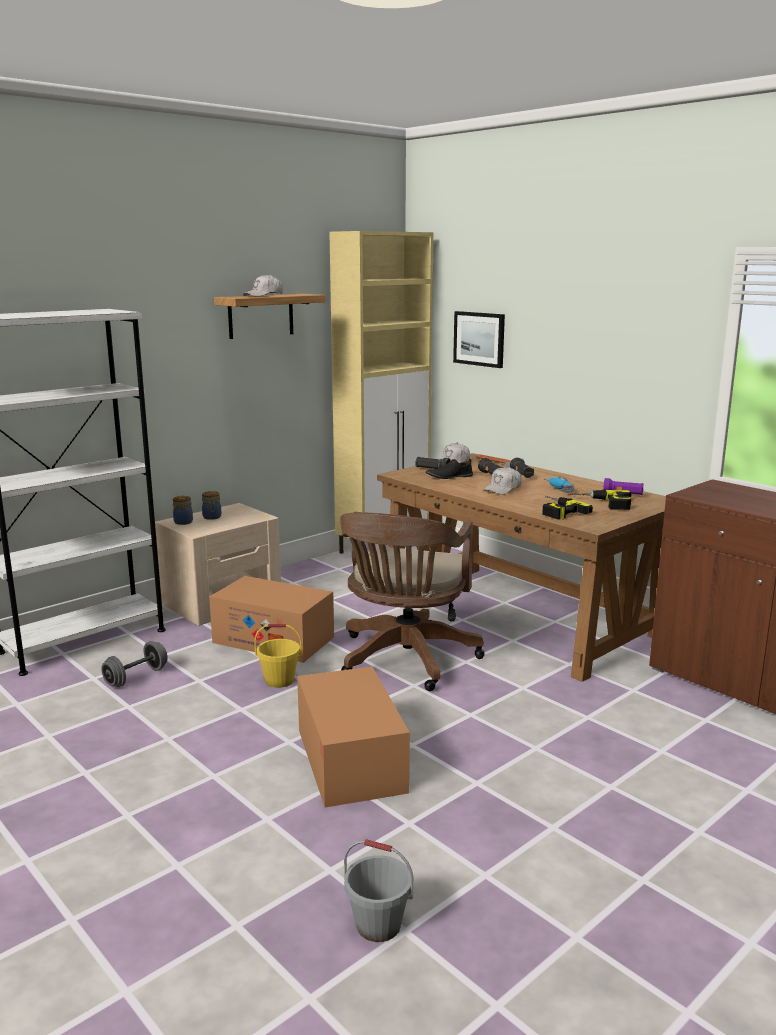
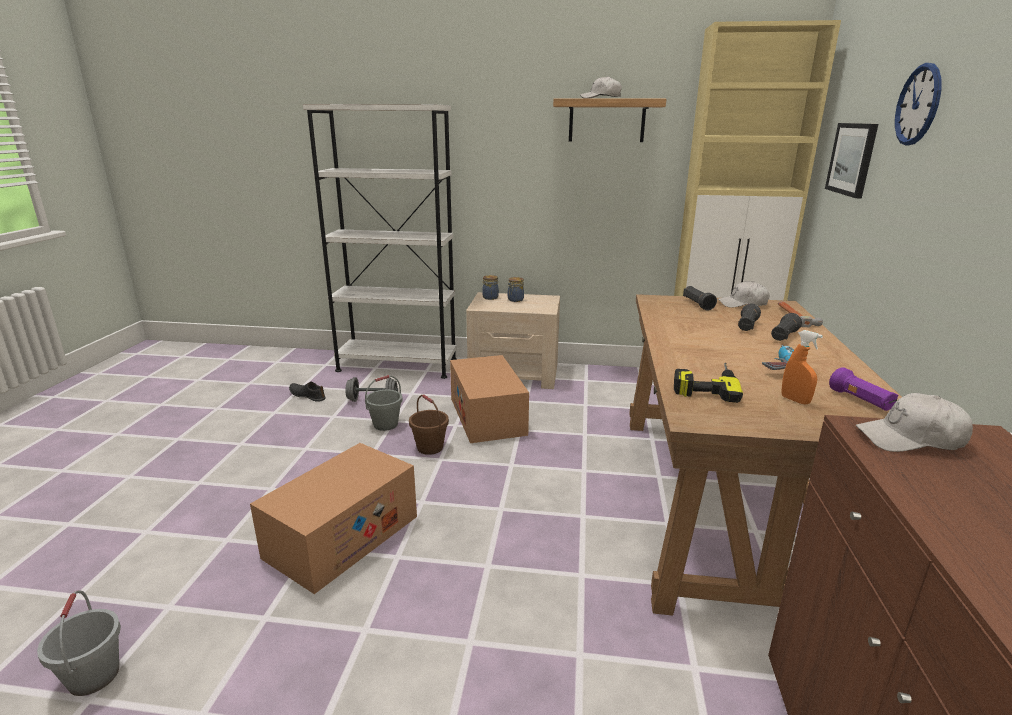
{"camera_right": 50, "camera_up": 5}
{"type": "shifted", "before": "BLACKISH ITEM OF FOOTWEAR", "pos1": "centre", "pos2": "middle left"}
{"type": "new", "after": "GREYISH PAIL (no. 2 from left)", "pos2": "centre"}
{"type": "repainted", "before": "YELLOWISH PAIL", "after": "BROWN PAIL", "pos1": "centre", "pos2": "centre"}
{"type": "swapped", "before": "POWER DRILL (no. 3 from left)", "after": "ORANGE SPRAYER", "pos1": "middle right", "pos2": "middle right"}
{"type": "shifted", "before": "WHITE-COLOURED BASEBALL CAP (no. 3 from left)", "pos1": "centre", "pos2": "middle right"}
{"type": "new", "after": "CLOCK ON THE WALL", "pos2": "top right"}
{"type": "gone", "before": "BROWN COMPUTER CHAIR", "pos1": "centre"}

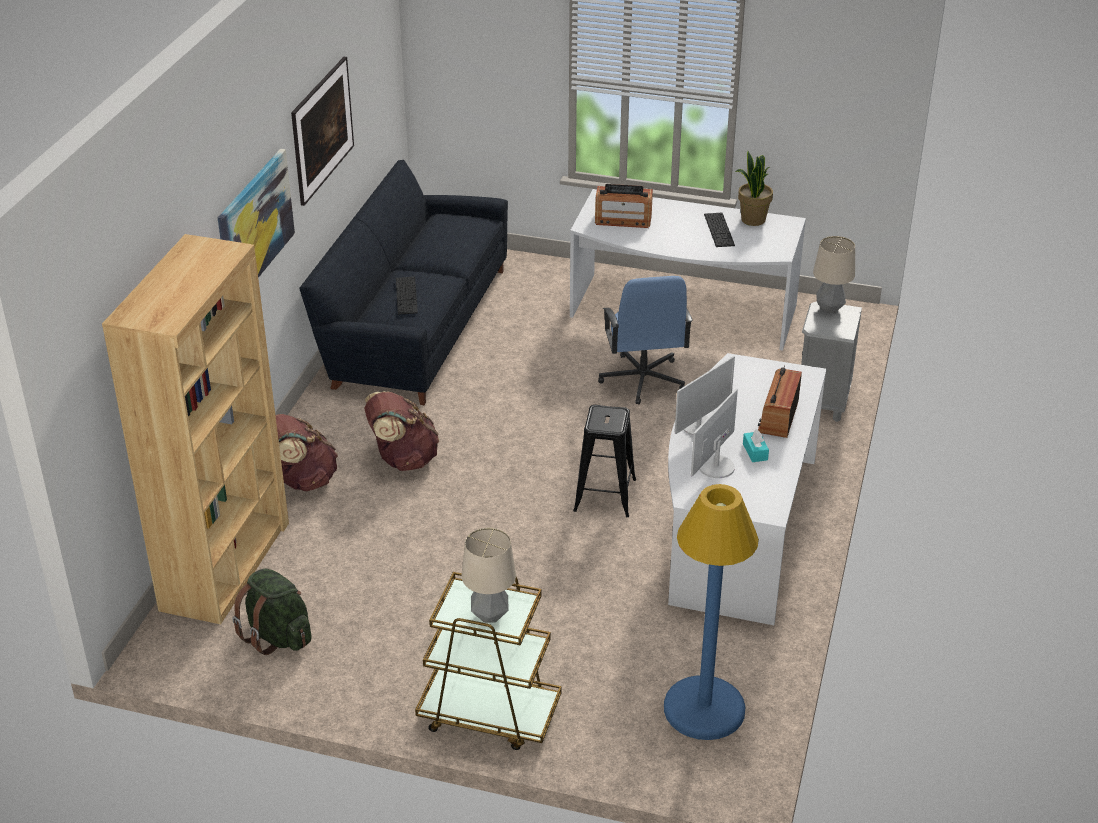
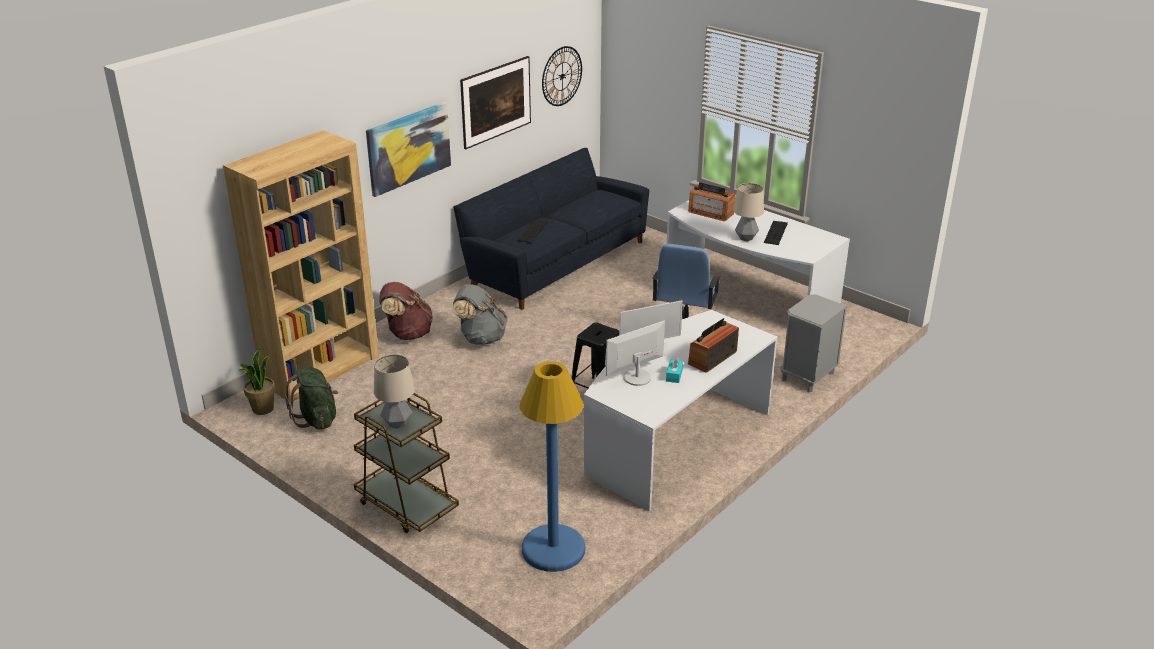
{"camera_right": 25, "camera_up": -5}
{"type": "shifted", "before": "HOUSEPLANT", "pos1": "top right", "pos2": "middle left"}
{"type": "repainted", "before": "BROWN RUCKSACK (no. 2 from left)", "after": "GREYISH RUCKSACK", "pos1": "centre", "pos2": "centre"}
{"type": "new", "after": "CLOCK ON THE WALL", "pos2": "top centre"}
{"type": "shifted", "before": "TABLETOP LAMP (no. 2 from left)", "pos1": "top right", "pos2": "top centre"}

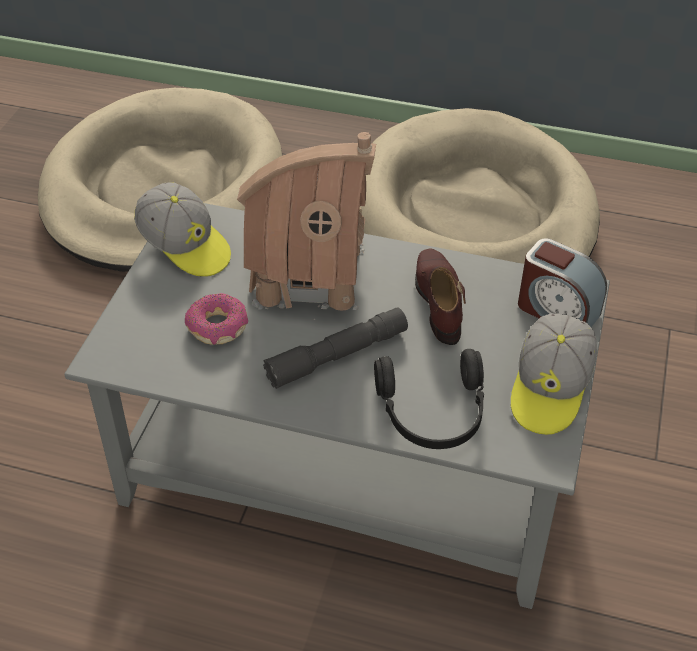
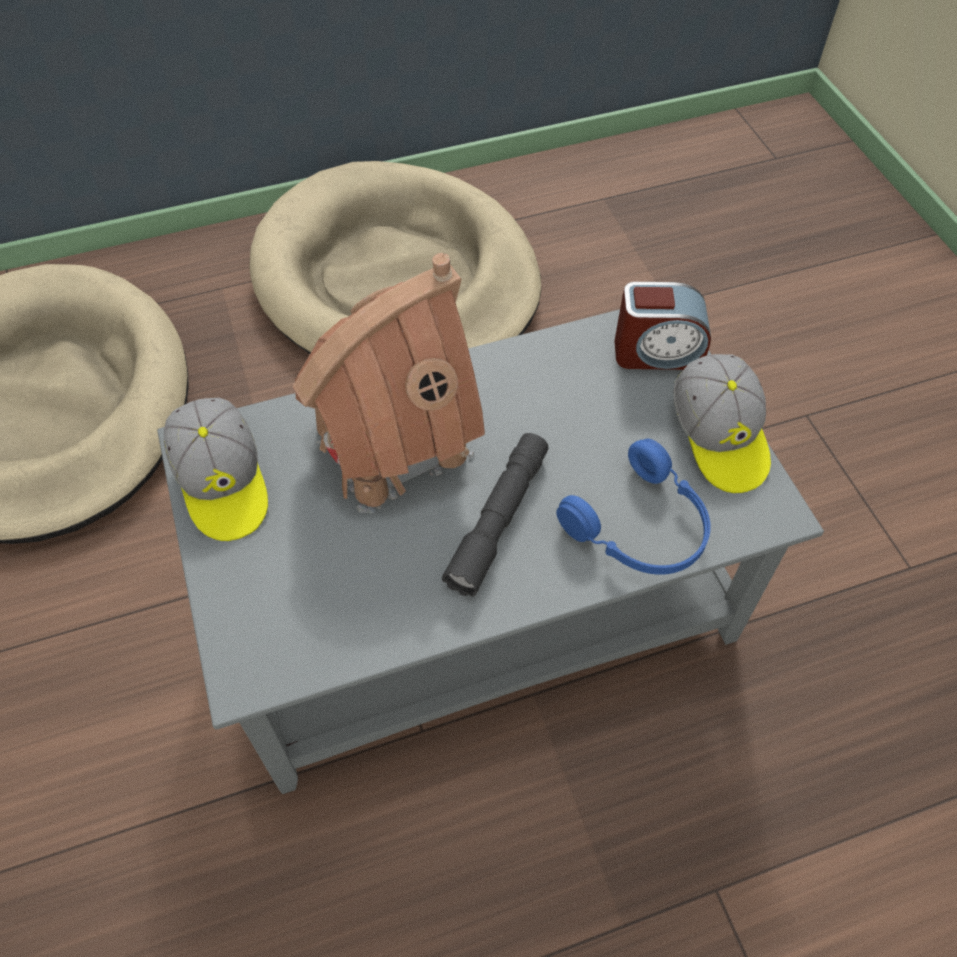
{"camera_right": -35, "camera_up": 10}
{"type": "rotated", "before": "BASEBALL CAP (no. 1 from left)", "pos1": "middle left", "pos2": "middle left", "turn": 60}
{"type": "repainted", "before": "BLACKISH PAIR OF HEADPHONES", "after": "BLUE-COLOURED PAIR OF HEADPHONES", "pos1": "centre", "pos2": "centre"}
{"type": "gone", "before": "DOUGHNUT", "pos1": "middle left"}
{"type": "gone", "before": "BROWN ITEM OF FOOTWEAR", "pos1": "centre"}

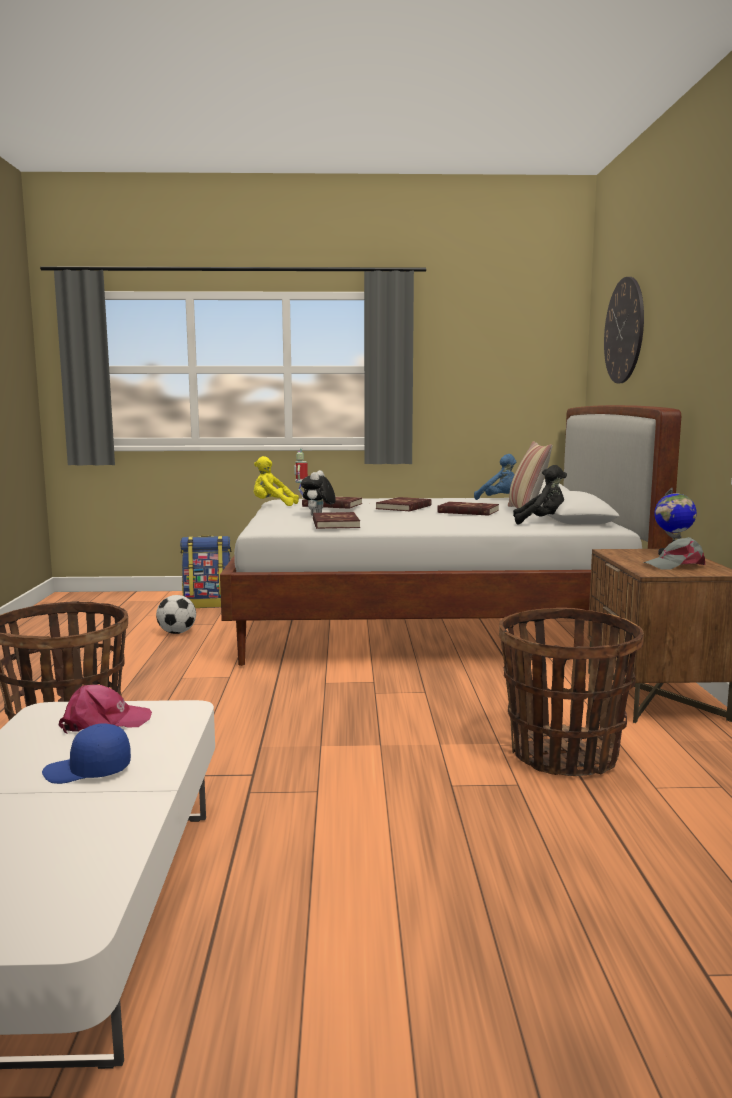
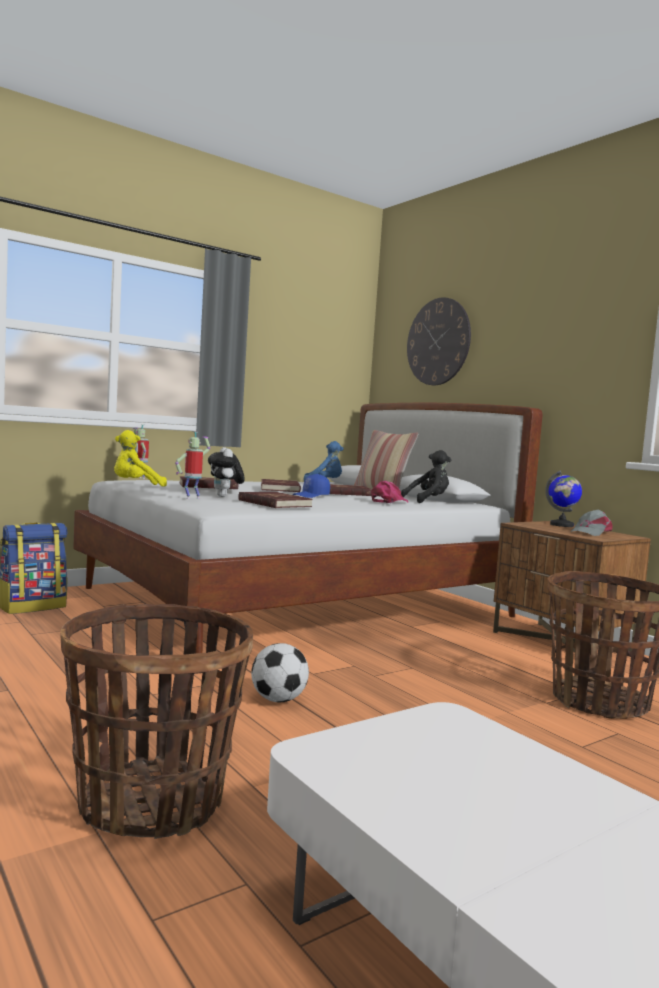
{"camera_right": -35, "camera_up": -5}
{"type": "new", "after": "TOY ROBOT (no. 2 from left)", "pos2": "middle left"}
{"type": "shifted", "before": "BALL FOR FOOTBALL", "pos1": "middle left", "pos2": "bottom centre"}
{"type": "shifted", "before": "BLUE-COLOURED BASEBALL CAP", "pos1": "bottom left", "pos2": "centre"}
{"type": "shifted", "before": "PINK-COLOURED BASEBALL CAP", "pos1": "middle left", "pos2": "centre"}

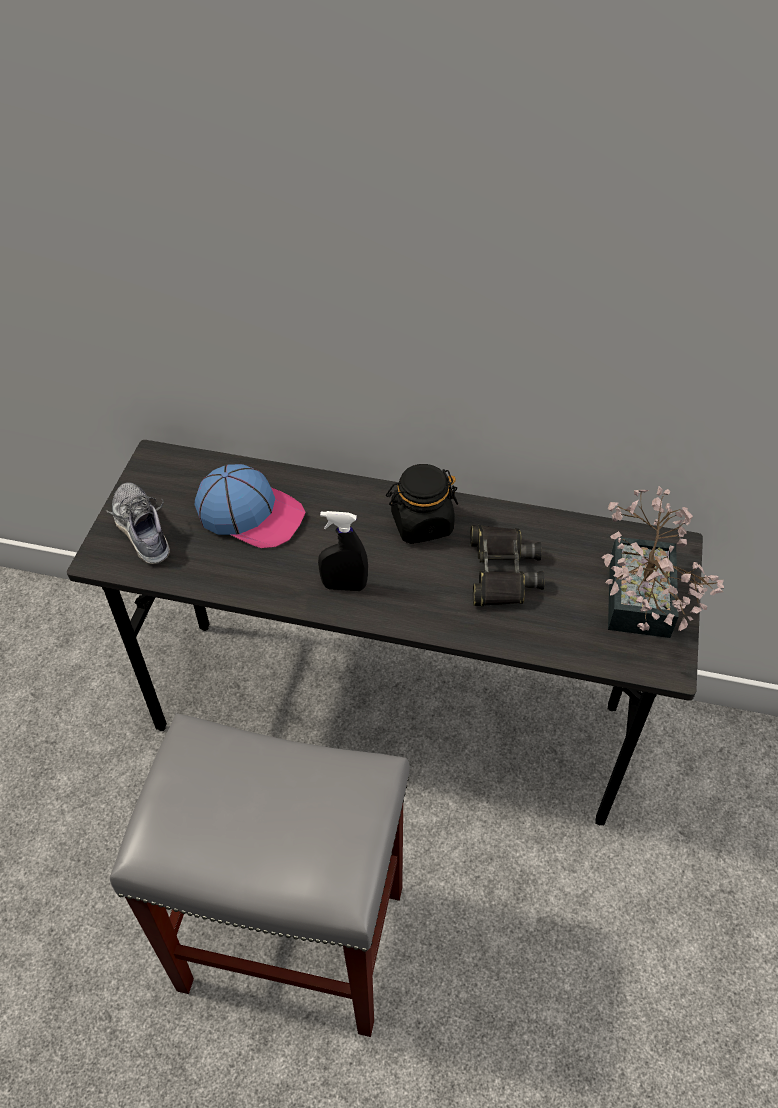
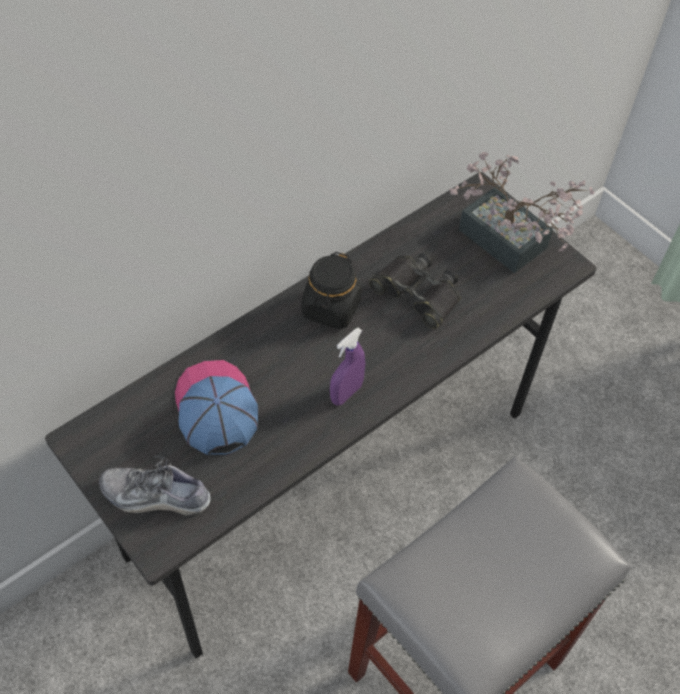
{"camera_right": -55, "camera_up": 5}
{"type": "rotated", "before": "BASEBALL CAP", "pos1": "middle left", "pos2": "middle left", "turn": -75}
{"type": "repainted", "before": "BLACKISH SPRAYER", "after": "PURPLE-COLOURED SPRAYER", "pos1": "centre", "pos2": "centre"}

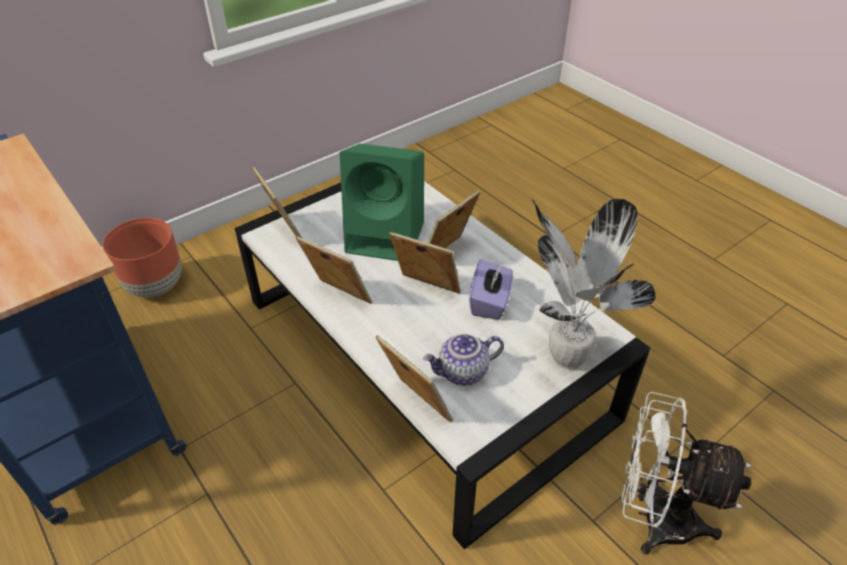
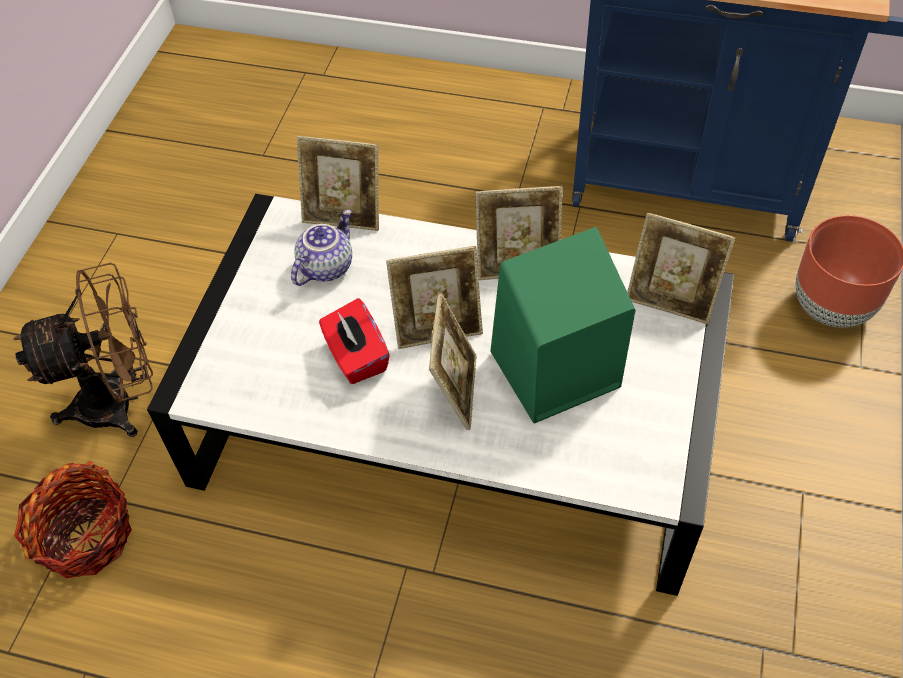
{"camera_right": 145, "camera_up": 10}
{"type": "repainted", "before": "WHITE-COLOURED ELECTRIC FAN", "after": "BROWN ELECTRIC FAN", "pos1": "bottom right", "pos2": "middle left"}
{"type": "new", "after": "BASKET", "pos2": "bottom left"}
{"type": "repainted", "before": "PURPLE-COLOURED TISSUE HOLDER", "after": "RED TISSUE HOLDER", "pos1": "centre", "pos2": "centre"}
{"type": "gone", "before": "HOUSEPLANT", "pos1": "middle right"}

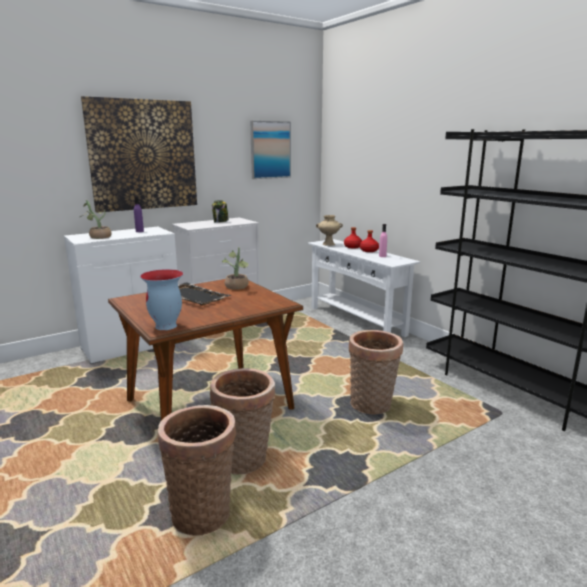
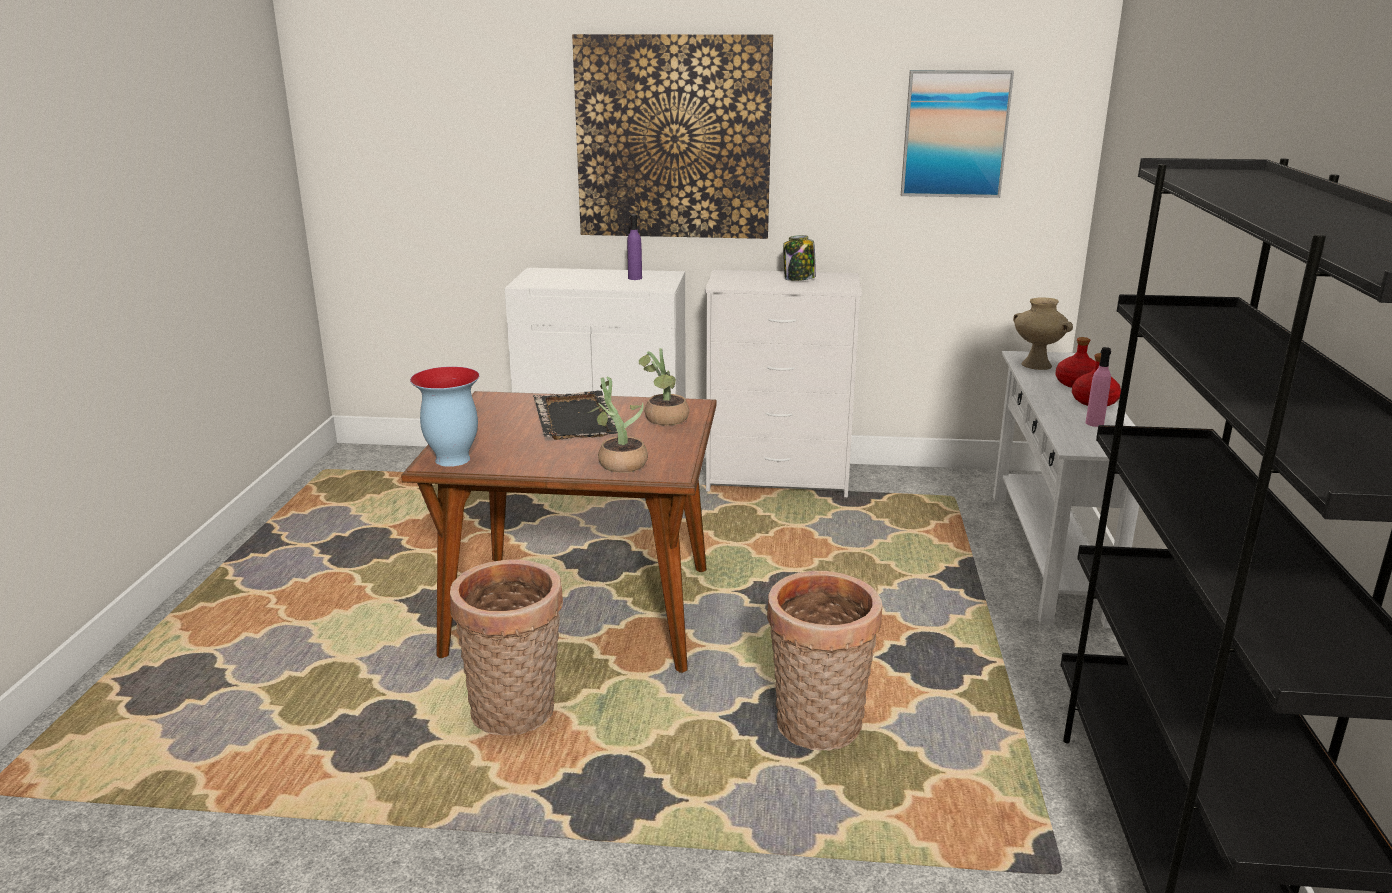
{"camera_right": 40, "camera_up": 5}
{"type": "shifted", "before": "HOUSEPLANT (no. 1 from left)", "pos1": "middle left", "pos2": "centre"}
{"type": "gone", "before": "BASKET (no. 1 from left)", "pos1": "bottom centre"}

